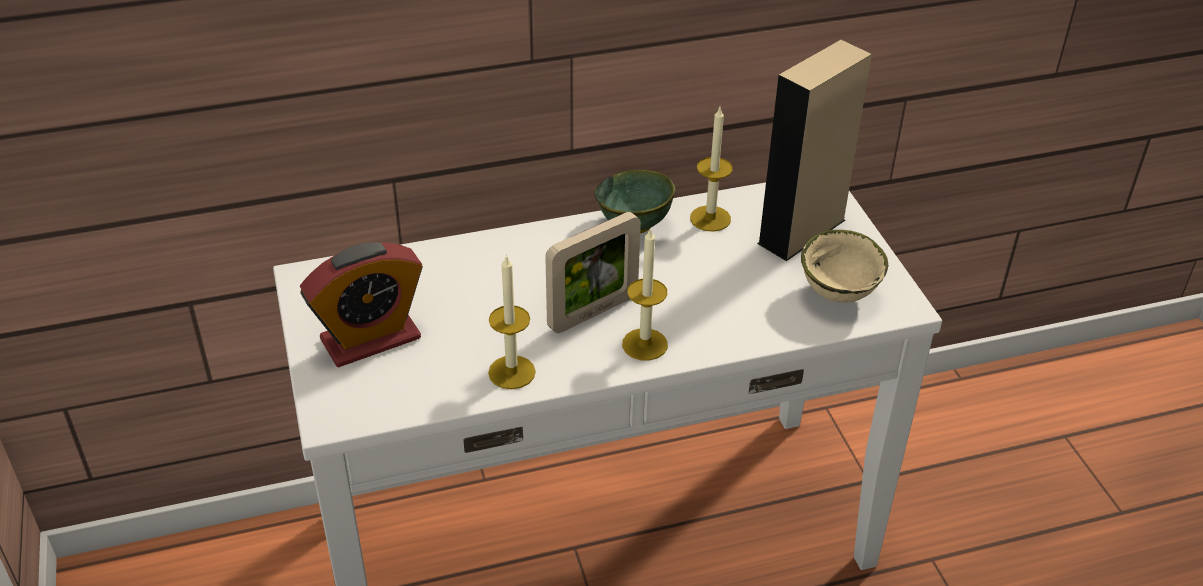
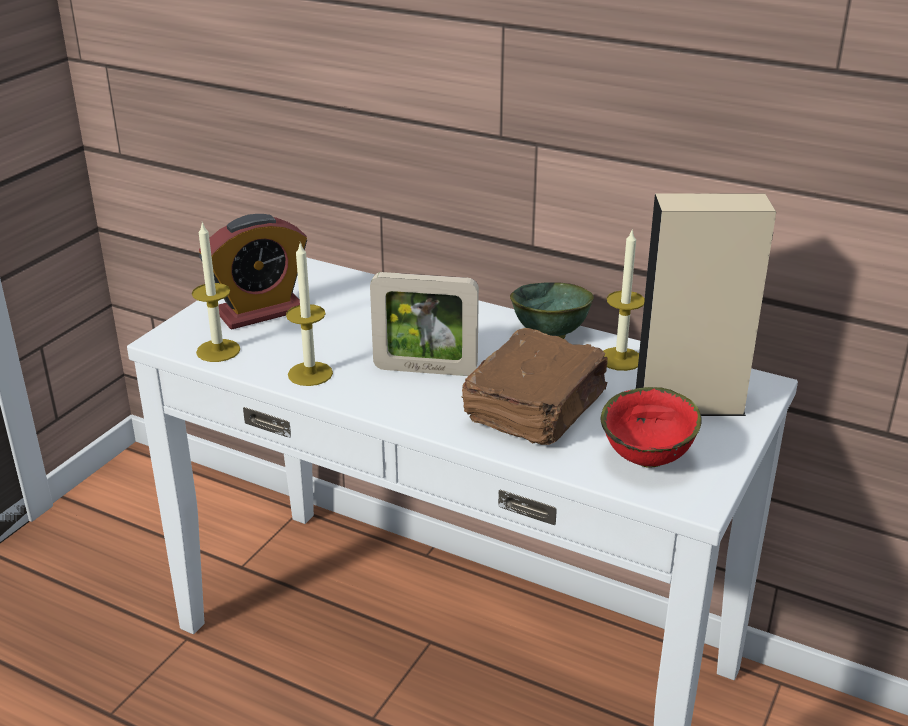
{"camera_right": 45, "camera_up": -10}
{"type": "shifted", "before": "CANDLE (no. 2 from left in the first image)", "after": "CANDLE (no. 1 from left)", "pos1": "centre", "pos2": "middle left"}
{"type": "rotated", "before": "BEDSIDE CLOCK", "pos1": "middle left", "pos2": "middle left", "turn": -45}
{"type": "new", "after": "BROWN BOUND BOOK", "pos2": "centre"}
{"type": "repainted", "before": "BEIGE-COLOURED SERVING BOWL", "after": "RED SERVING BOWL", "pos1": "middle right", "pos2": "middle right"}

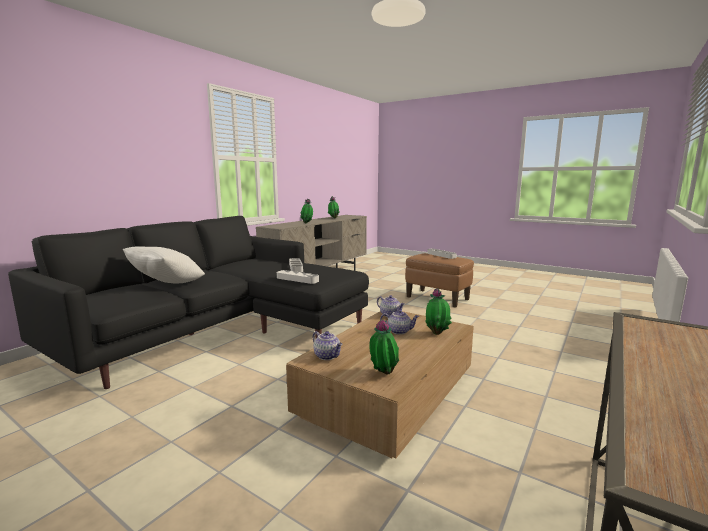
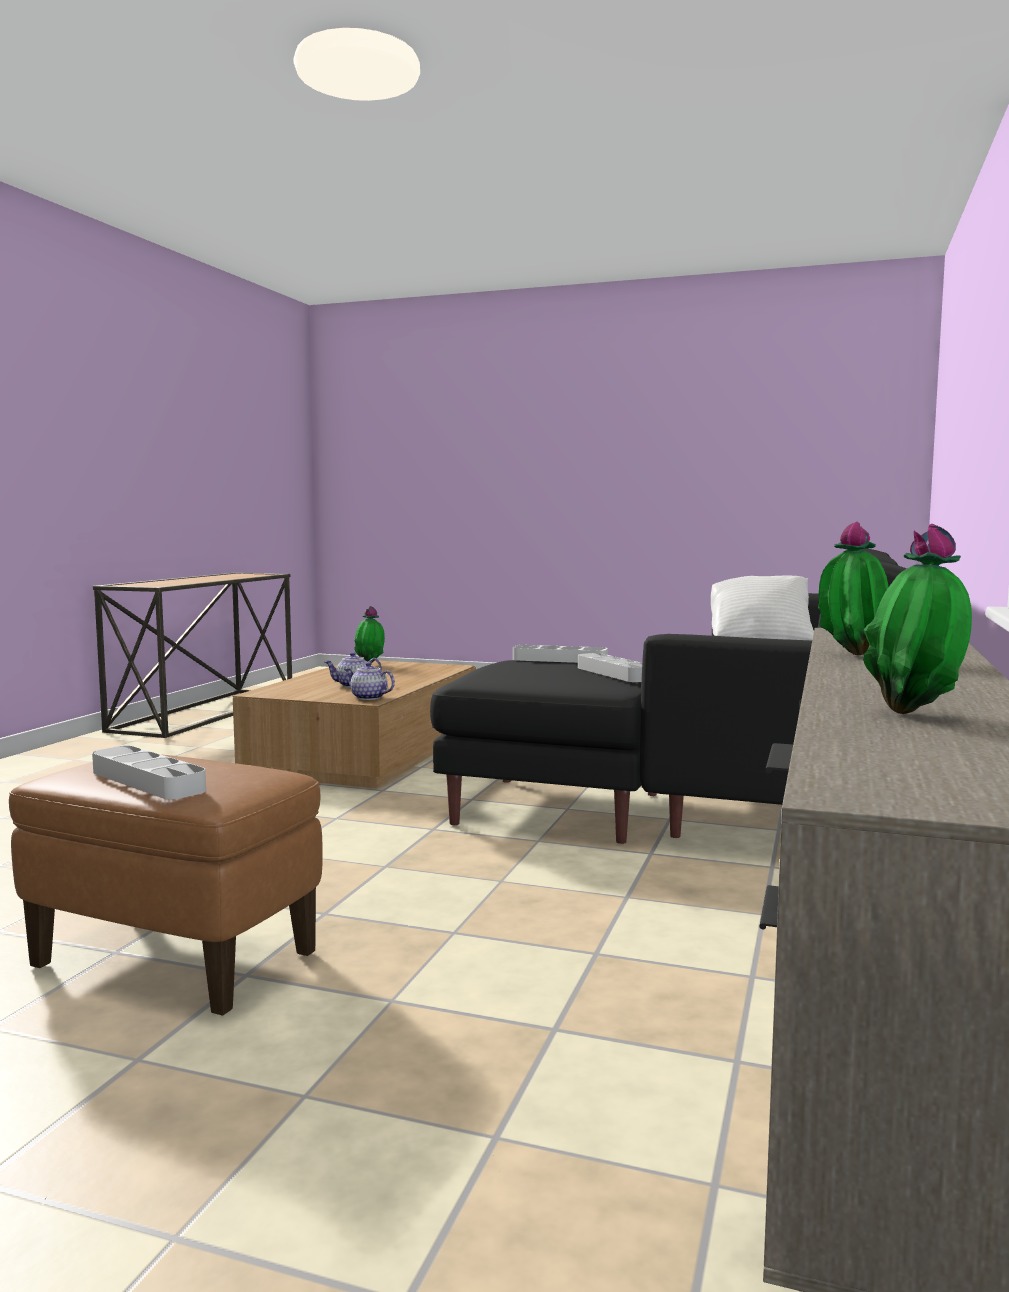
{"camera_right": 165, "camera_up": -5}
{"type": "gone", "before": "TEAPOT (no. 1 from left)", "pos1": "centre"}
{"type": "gone", "before": "HOUSEPLANT (no. 4 from left)", "pos1": "centre"}

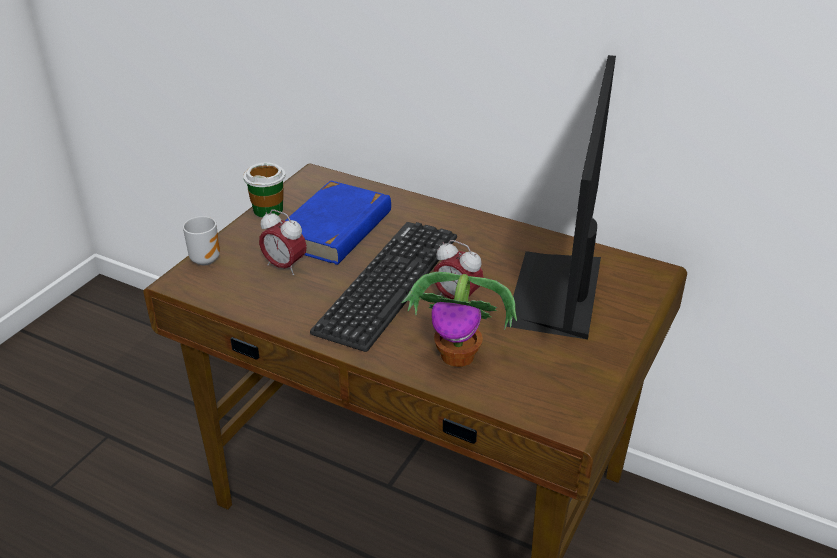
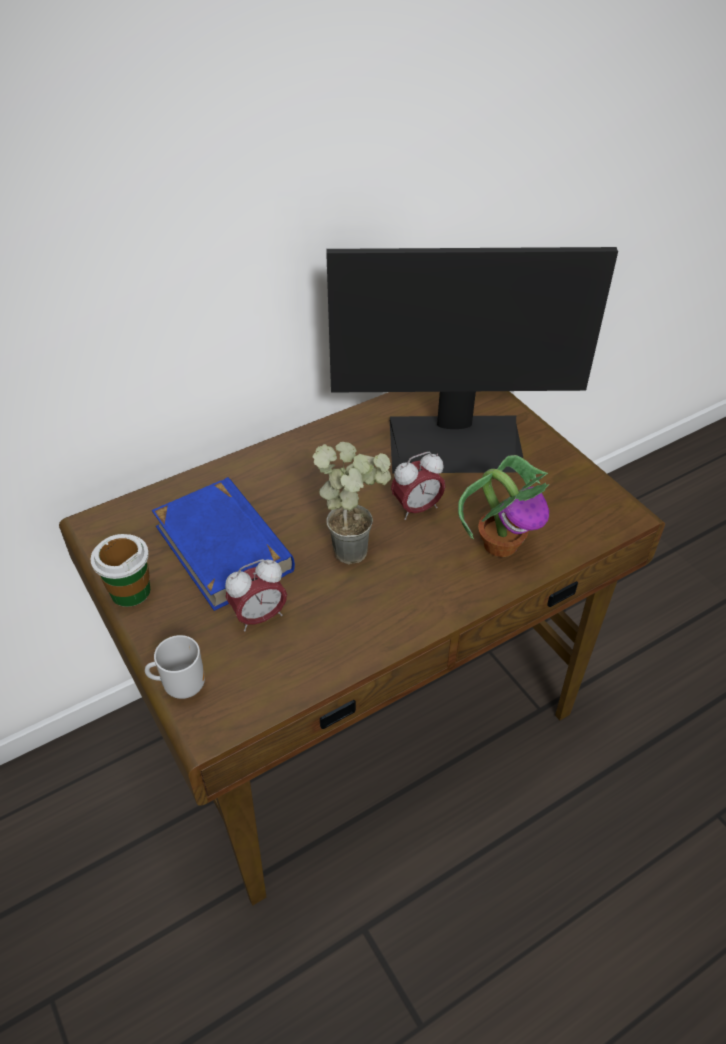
{"camera_right": -60, "camera_up": 10}
{"type": "swapped", "before": "PC KEYBOARD", "after": "HOUSEPLANT (no. 1 from left)", "pos1": "centre", "pos2": "centre"}
{"type": "rotated", "before": "MONITOR", "pos1": "middle right", "pos2": "centre", "turn": -45}

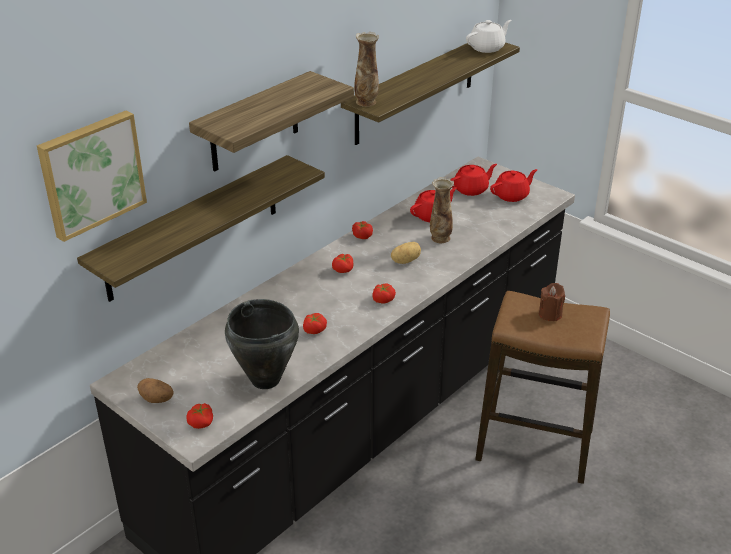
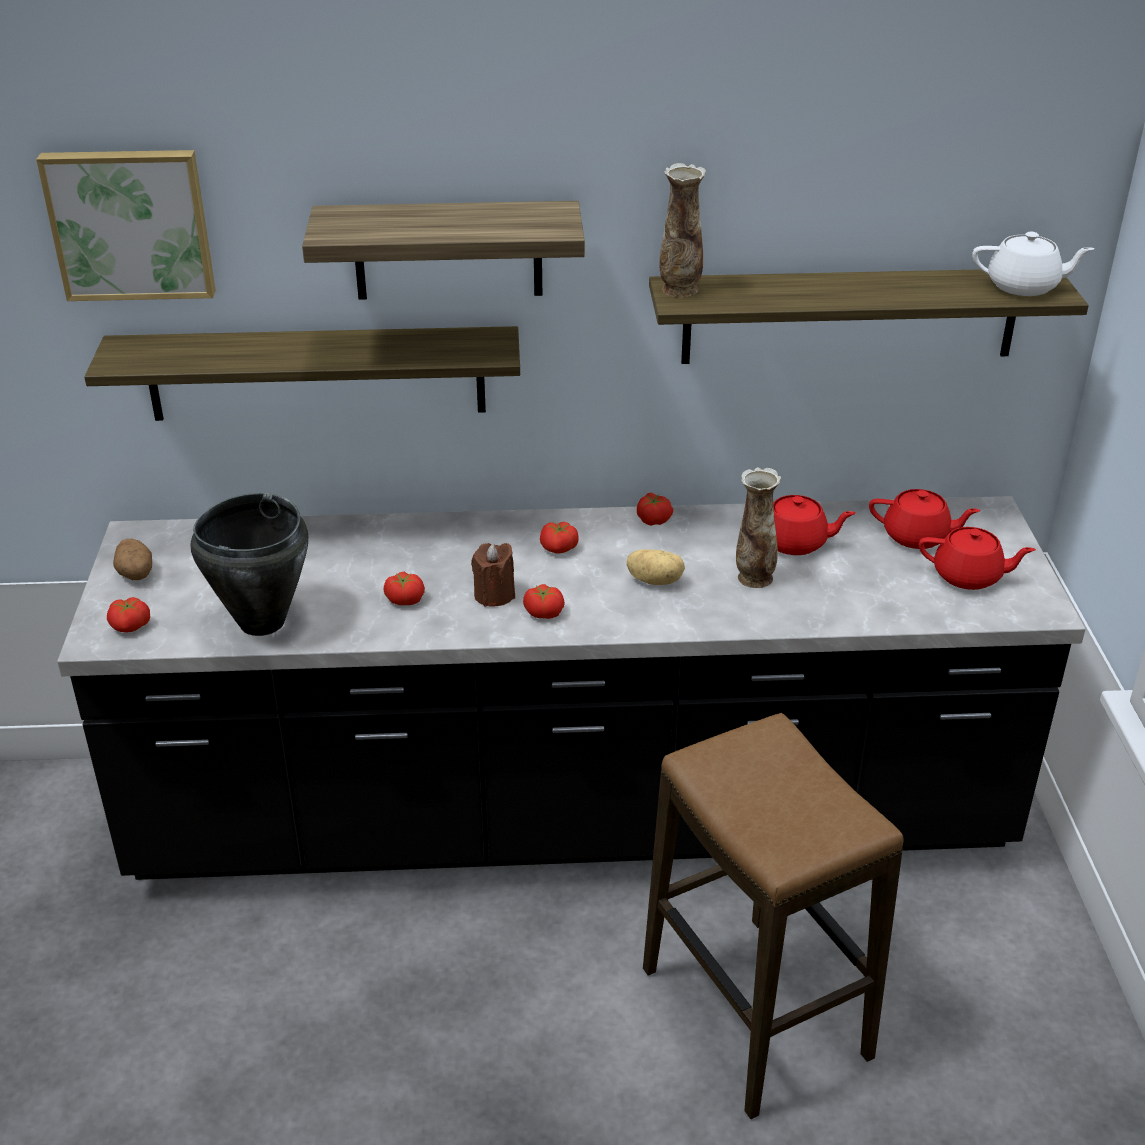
{"camera_right": 45, "camera_up": 0}
{"type": "shifted", "before": "BROWN CANDLE", "pos1": "middle right", "pos2": "centre"}

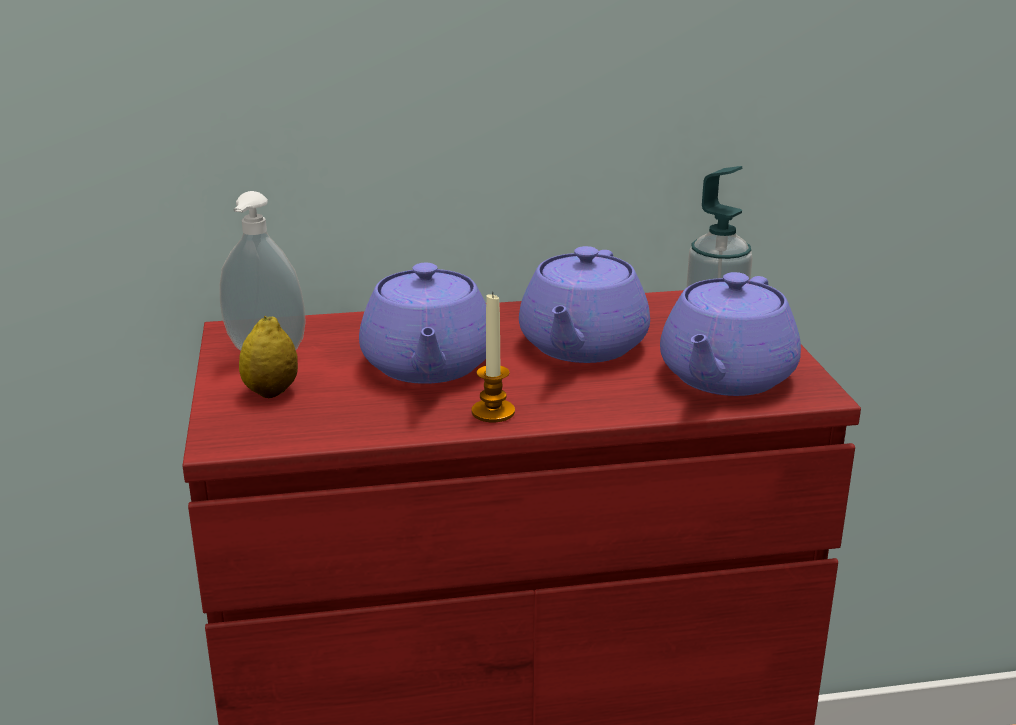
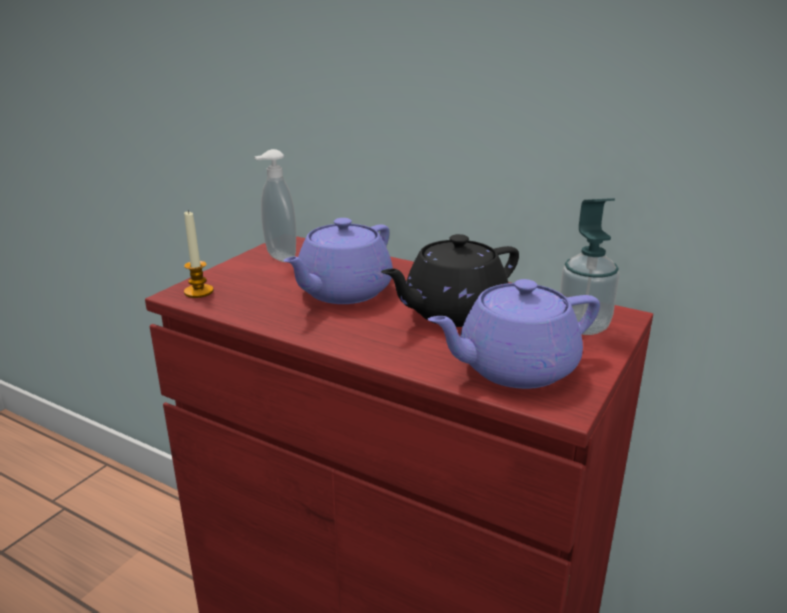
{"camera_right": 40, "camera_up": 0}
{"type": "shifted", "before": "CANDLE", "pos1": "centre", "pos2": "middle left"}
{"type": "repainted", "before": "PURPLE-COLOURED TEAPOT (no. 2 from left)", "after": "BLACKISH TEAPOT", "pos1": "centre", "pos2": "centre"}
{"type": "gone", "before": "WHOLE LEMON", "pos1": "middle left"}

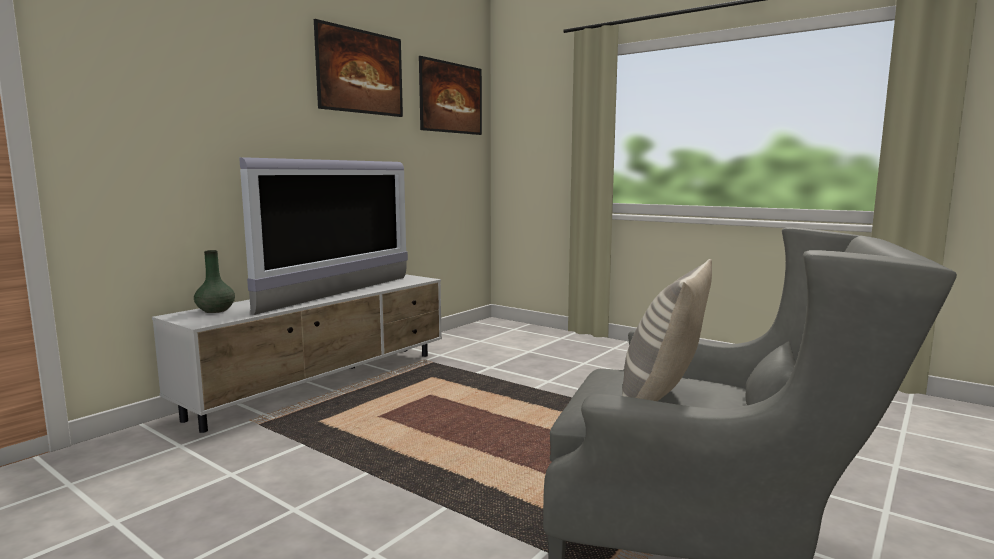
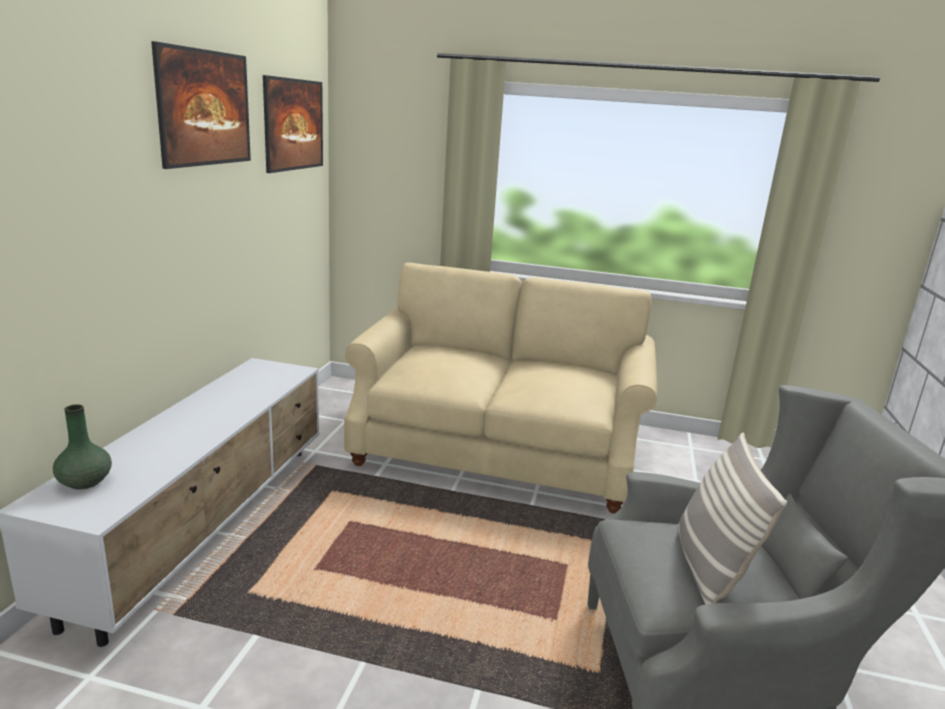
{"camera_right": -25, "camera_up": 10}
{"type": "new", "after": "BEIGE-COLOURED COUCH", "pos2": "centre"}
{"type": "gone", "before": "TV SET", "pos1": "middle left"}

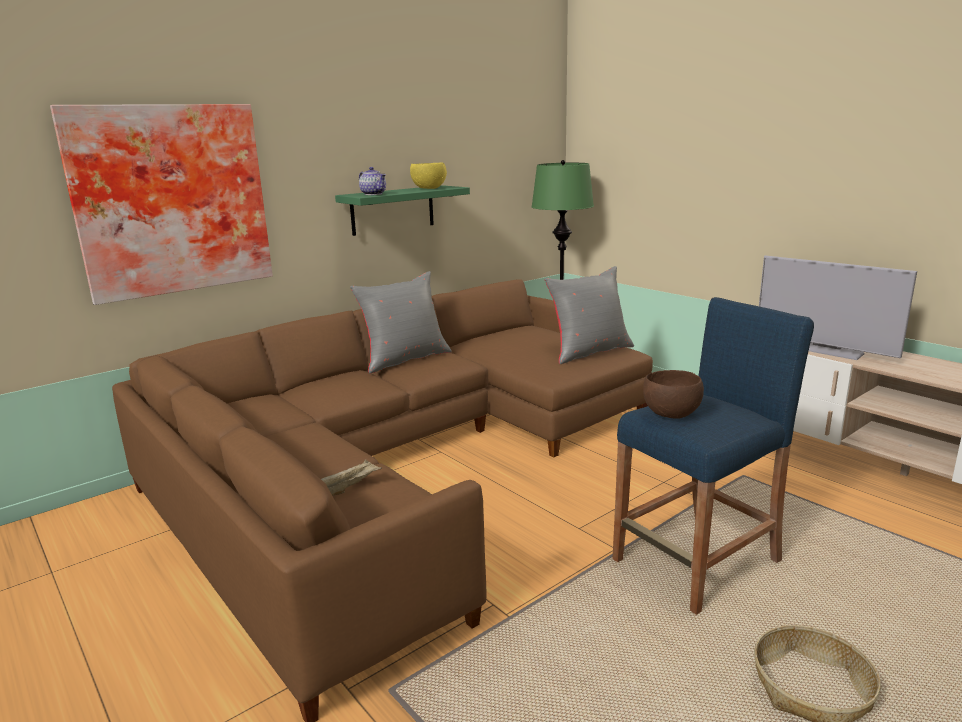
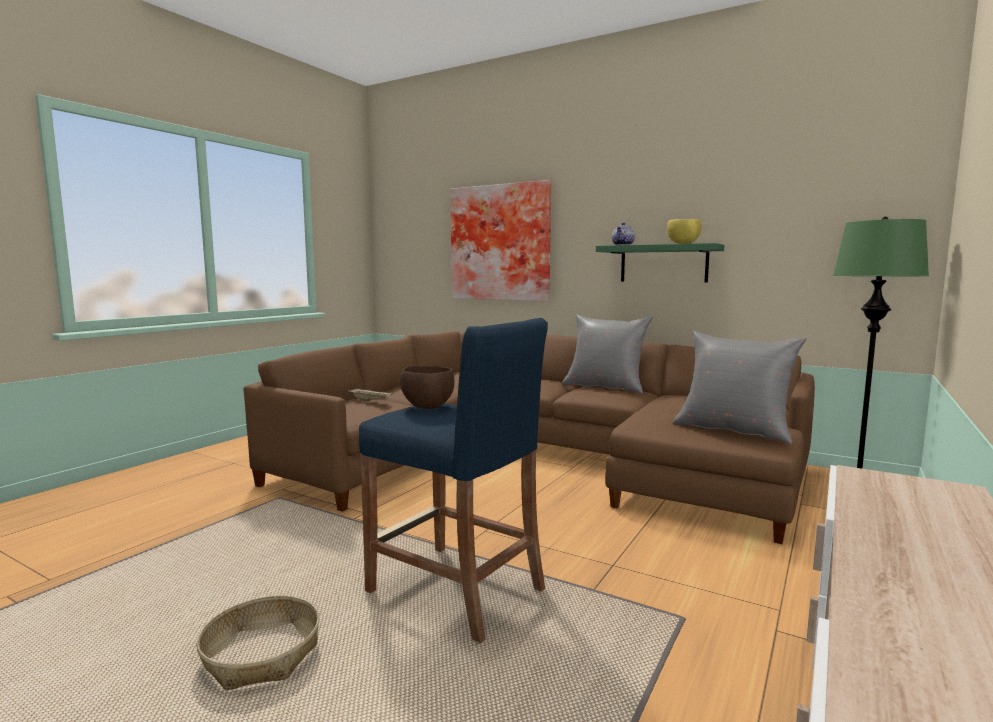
{"camera_right": 70, "camera_up": -10}
{"type": "gone", "before": "TV SET", "pos1": "middle right"}

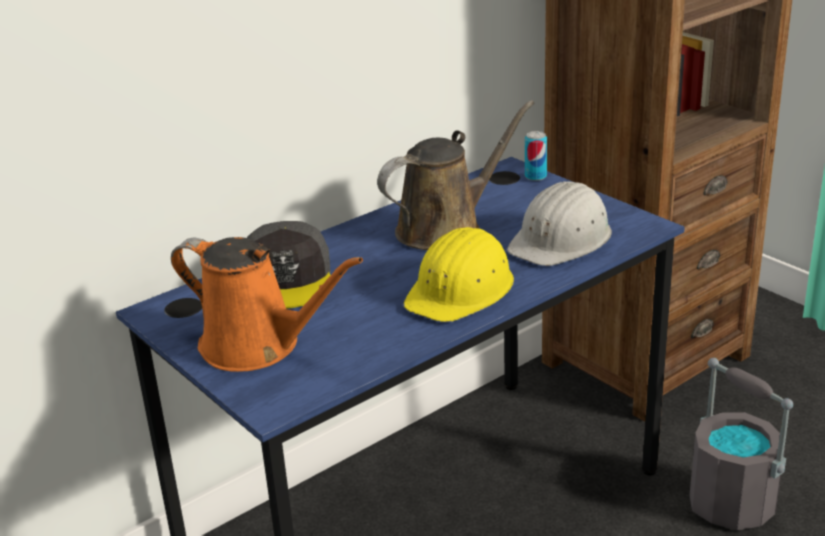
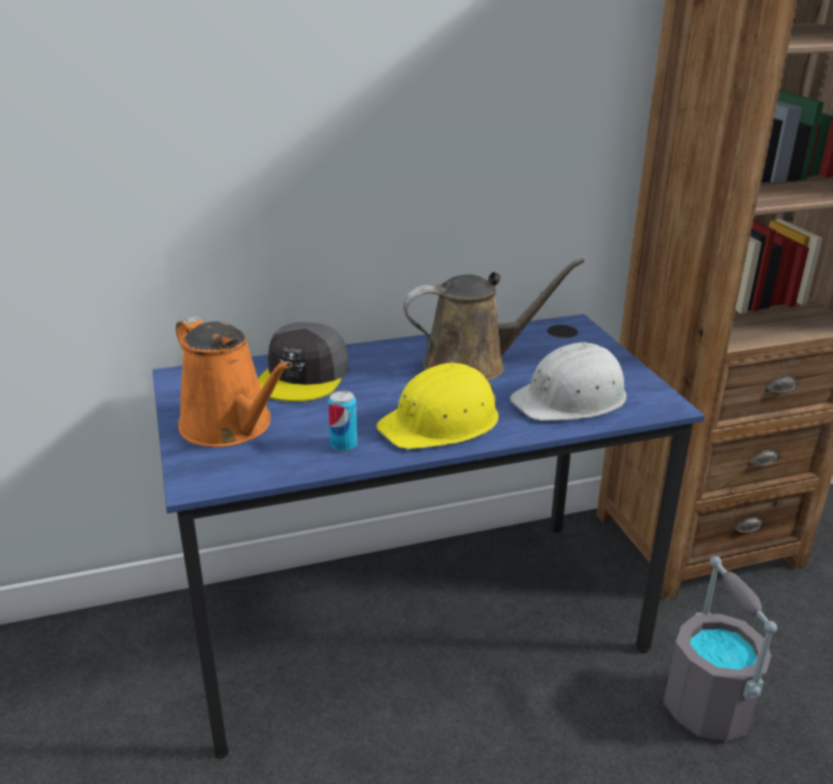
{"camera_right": 20, "camera_up": 0}
{"type": "shifted", "before": "SEALED CAN", "pos1": "top centre", "pos2": "centre"}

